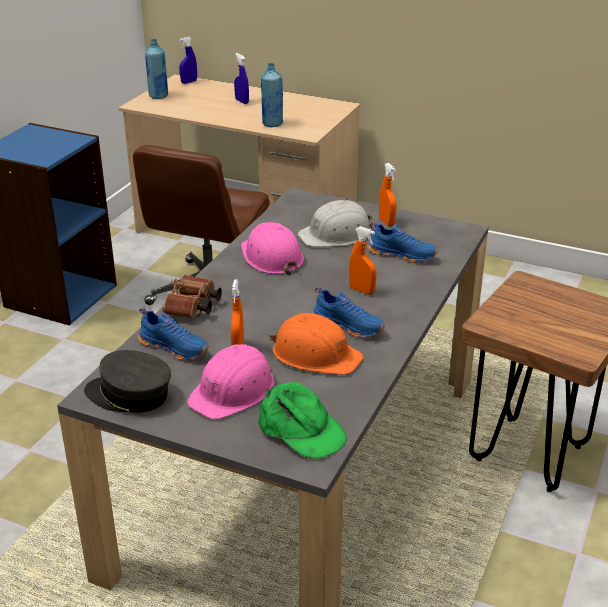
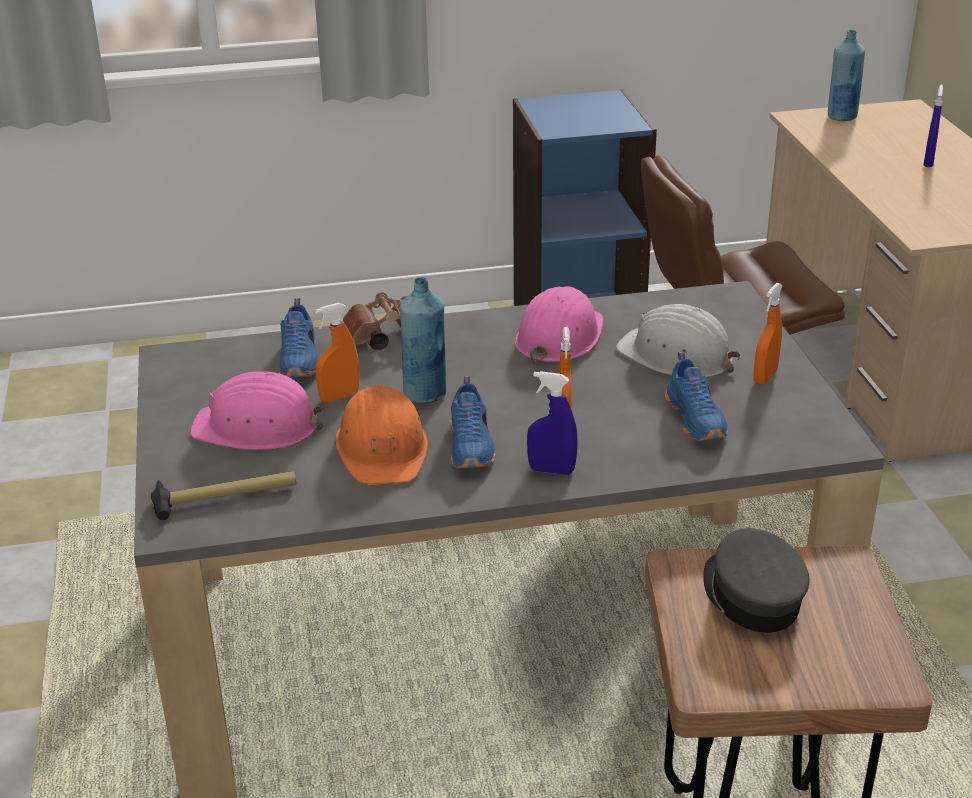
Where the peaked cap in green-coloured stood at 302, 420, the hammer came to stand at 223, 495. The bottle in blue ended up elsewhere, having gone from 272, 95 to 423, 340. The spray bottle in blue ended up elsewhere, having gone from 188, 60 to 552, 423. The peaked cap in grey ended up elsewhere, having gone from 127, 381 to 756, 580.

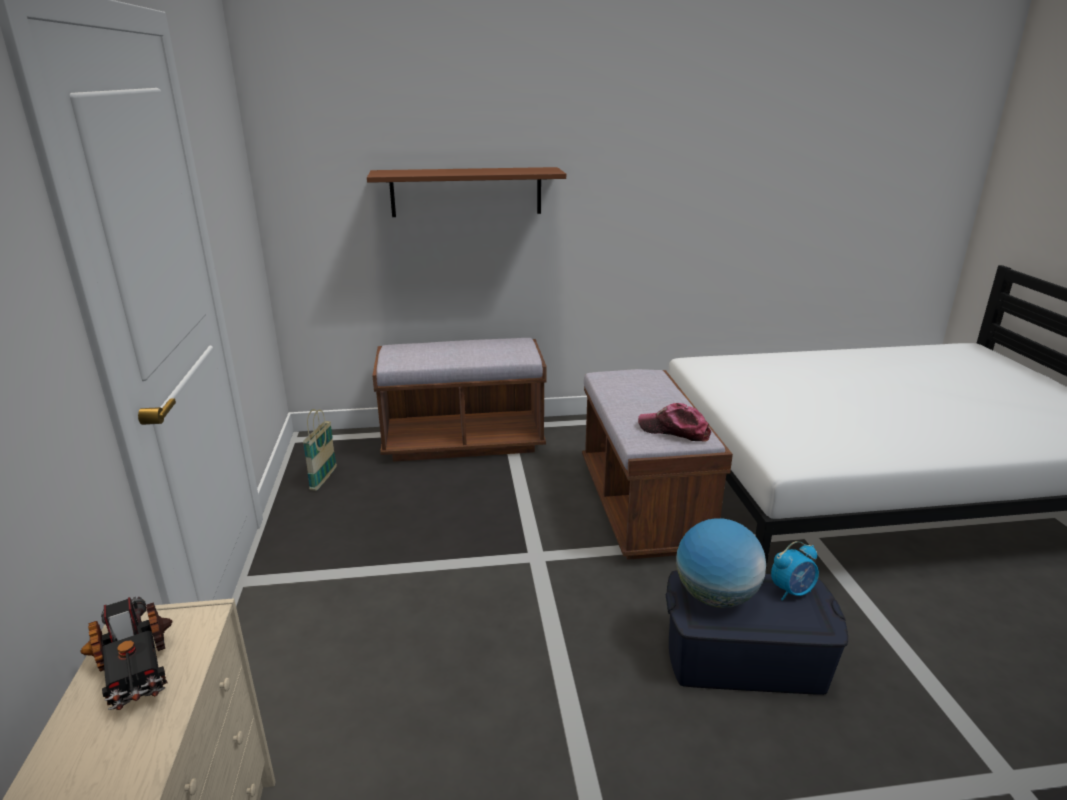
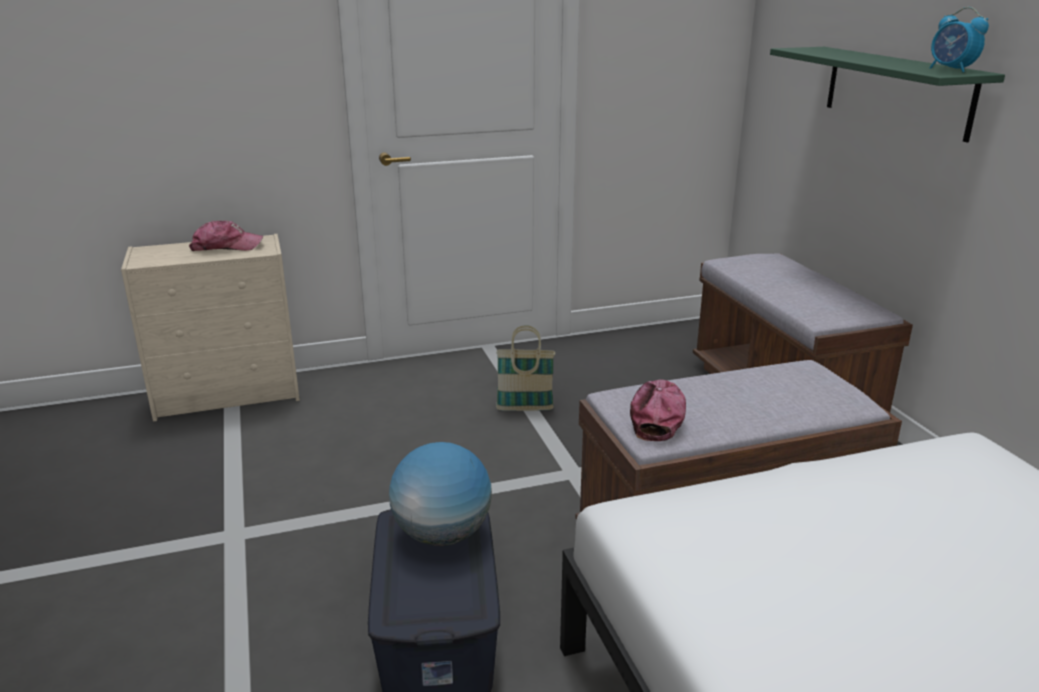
Where the model truck stood at 126, 653, the peaked cap came to stand at 226, 236. The storage basket ended up elsewhere, having gone from 320, 450 to 525, 368. What was the wall shelf in brownish at 466, 192 turned into the wall shelf in green-coloured at 887, 94. The alarm clock ended up elsewhere, having gone from 795, 571 to 959, 39.

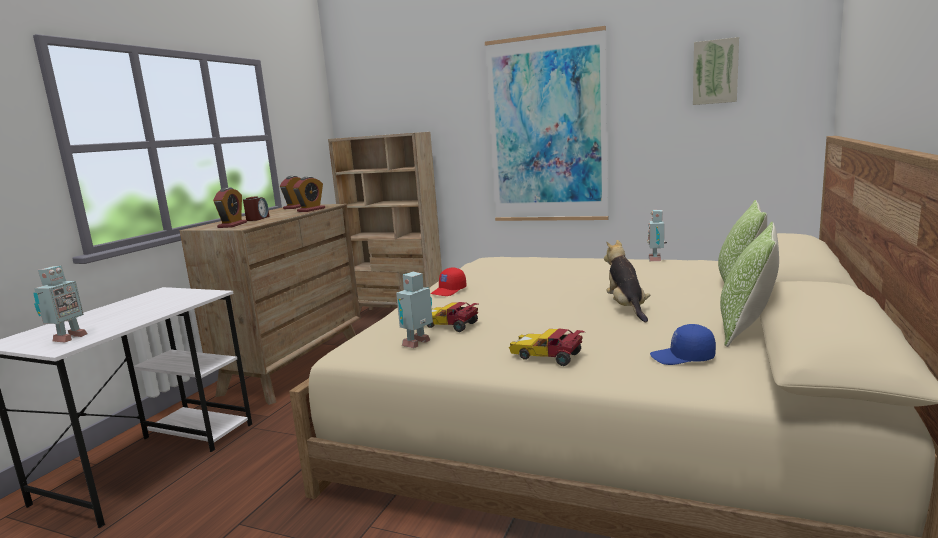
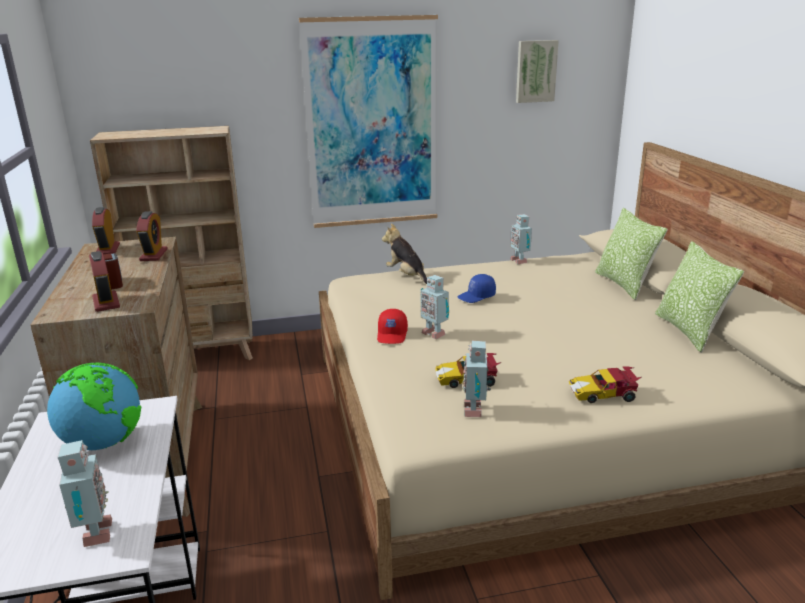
The second view gained the world globe at 94, 406. The cuddly toy ended up elsewhere, having gone from 627, 281 to 404, 253. The second view gained the model robot at 435, 307. The peaked cap in blue ended up elsewhere, having gone from 683, 344 to 477, 288.

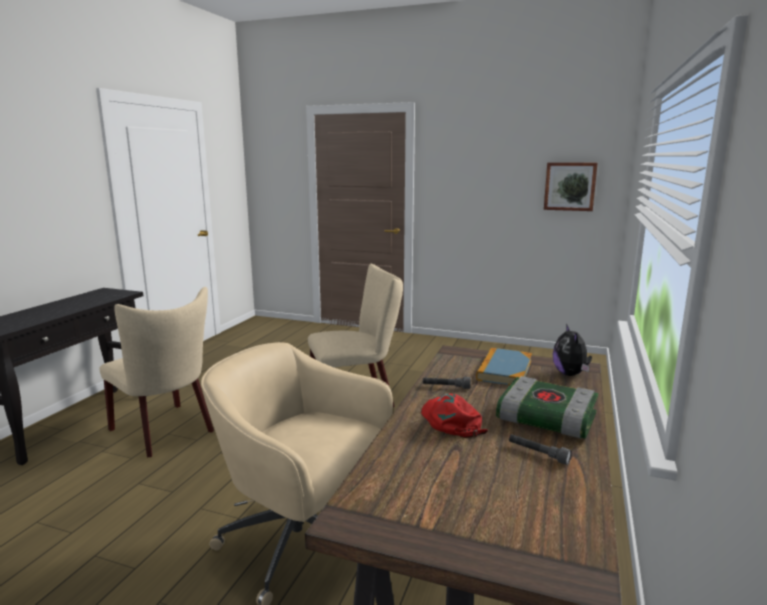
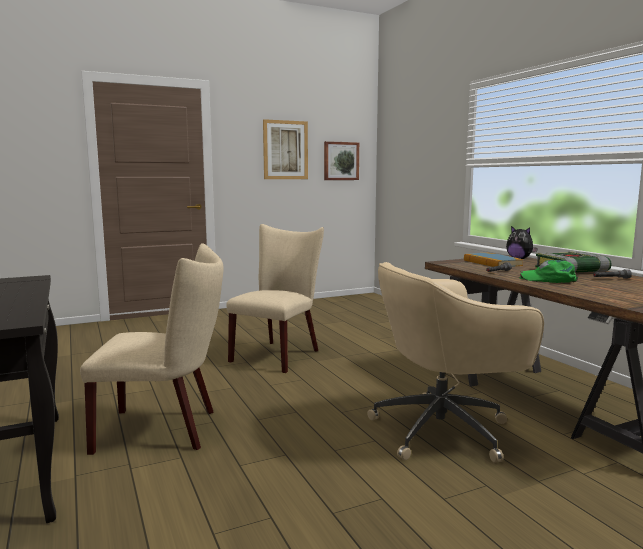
The second view gained the picture at 285, 149. What was the peaked cap in red at 454, 415 turned into the peaked cap in green-coloured at 549, 271.

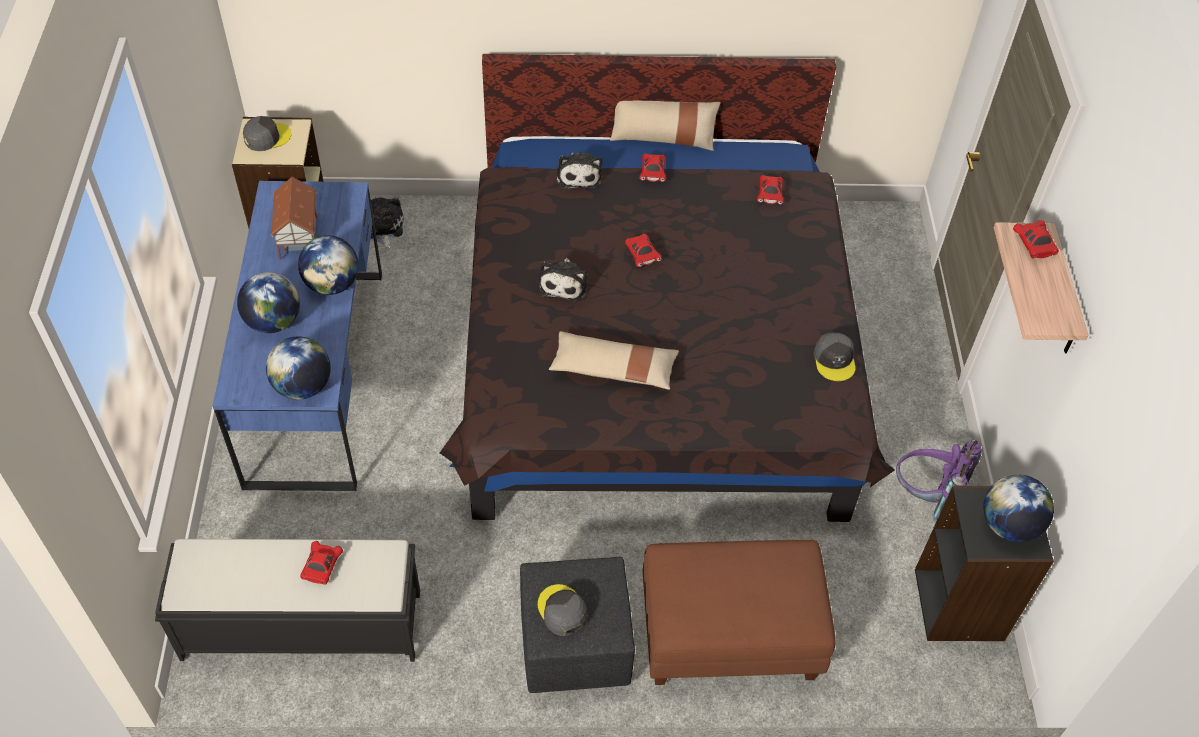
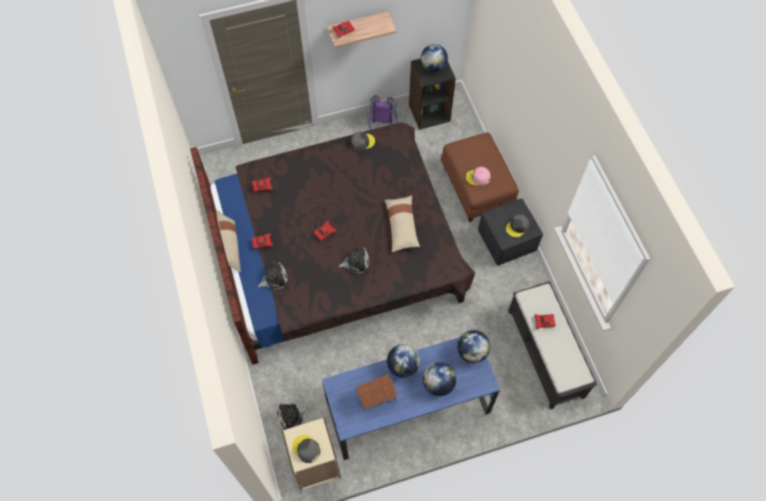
The second view gained the peaked cap in pink at 478, 176.

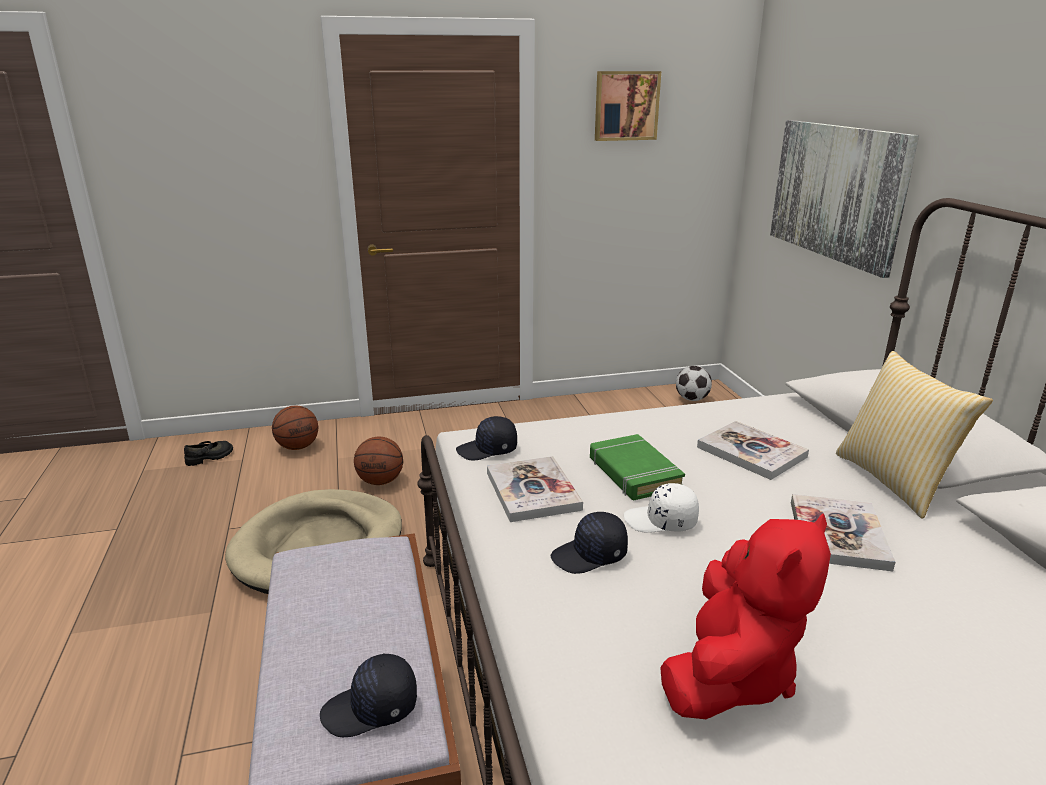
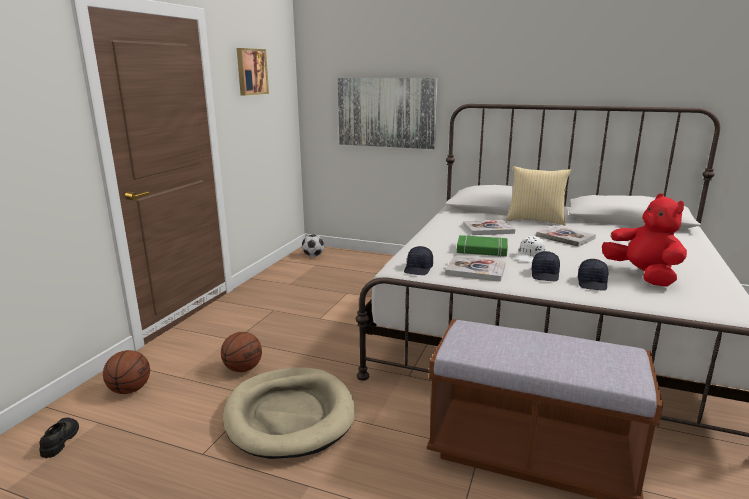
The peaked cap in black ended up elsewhere, having gone from 368, 695 to 593, 275.

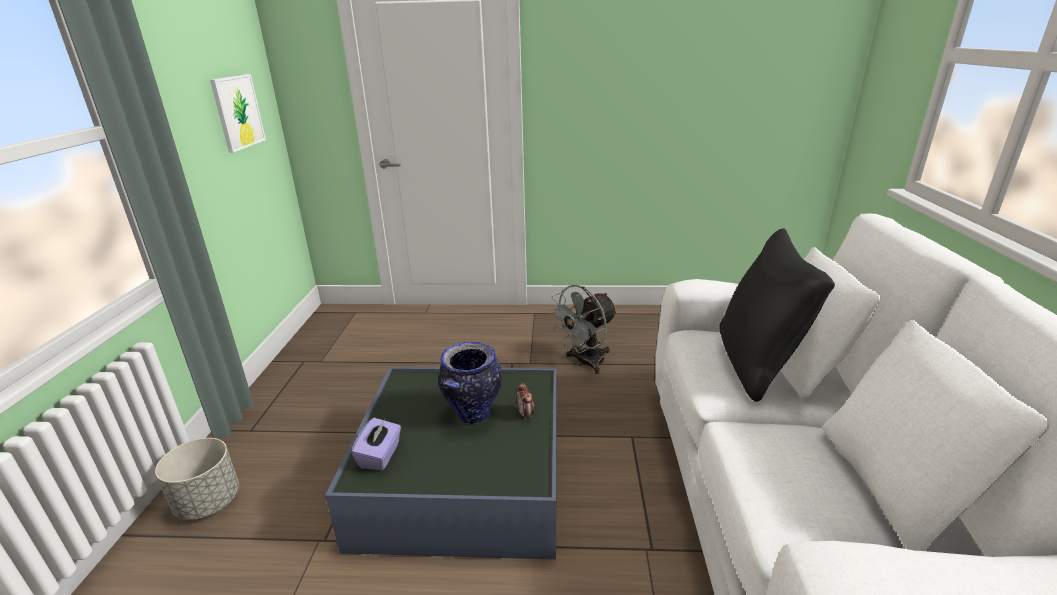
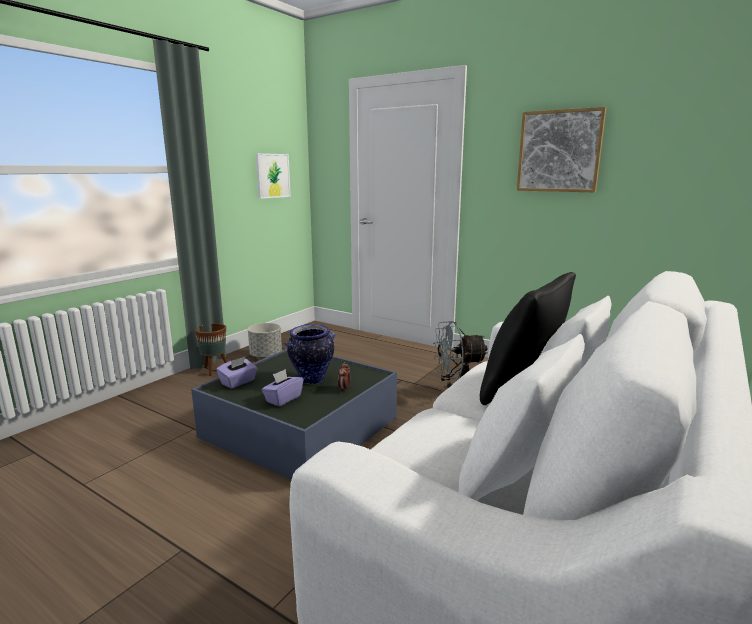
The second view gained the planter in brownish at 211, 349. The planter in grey ended up elsewhere, having gone from 197, 479 to 265, 341. The second view gained the tissue box in purple at 283, 387. The second view gained the picture at 561, 149.

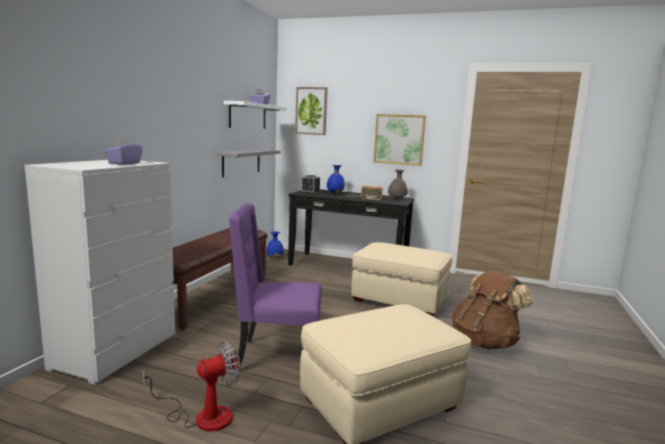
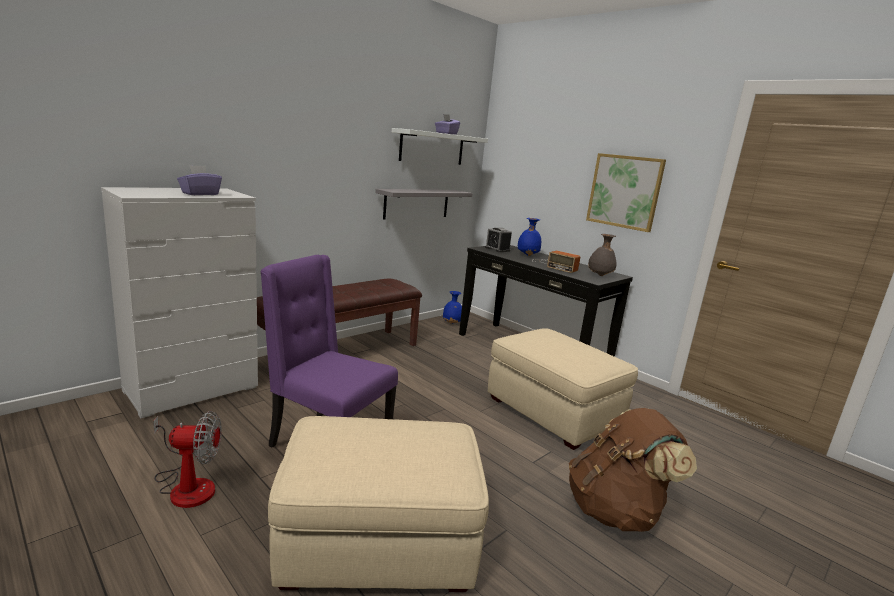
The second view lost the picture at 311, 111.

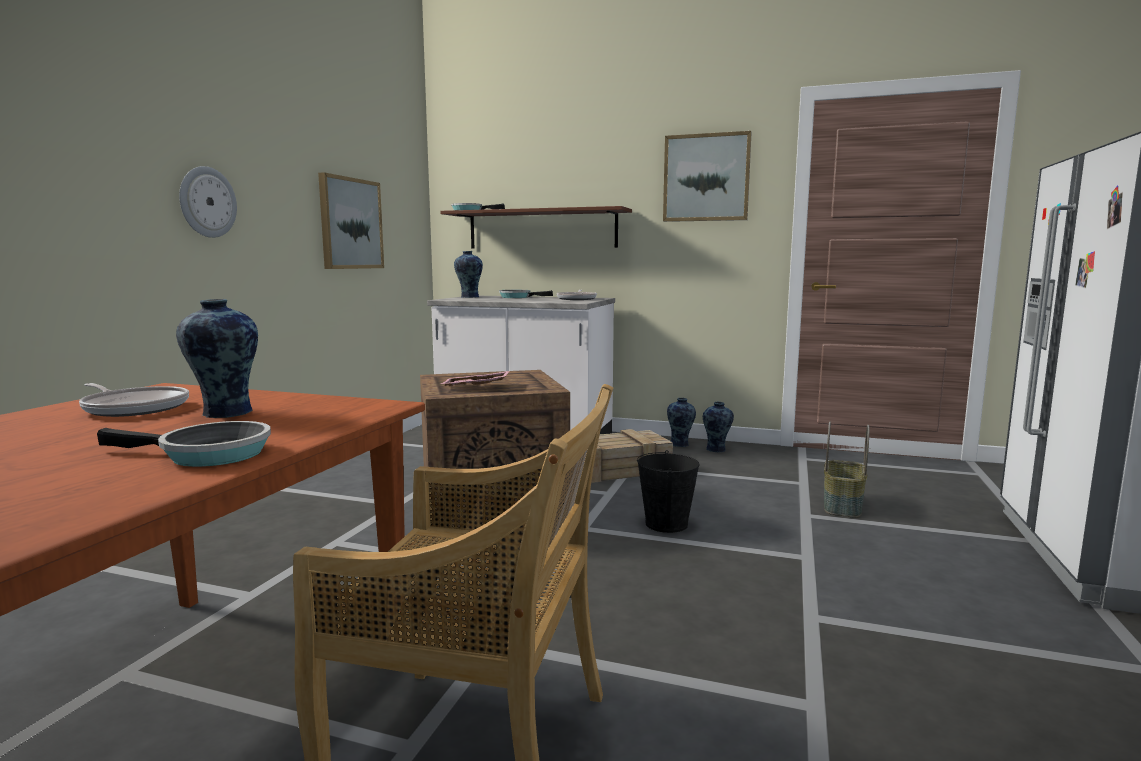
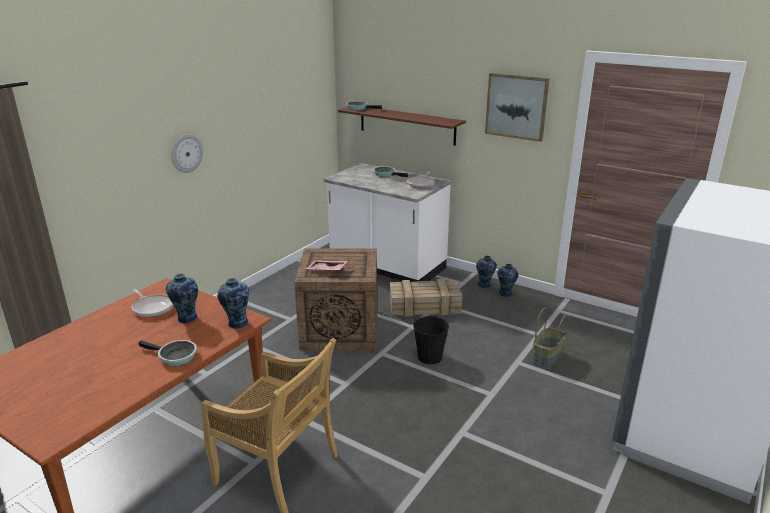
The flower vase ended up elsewhere, having gone from 468, 274 to 233, 303. The second view lost the picture at 351, 220.

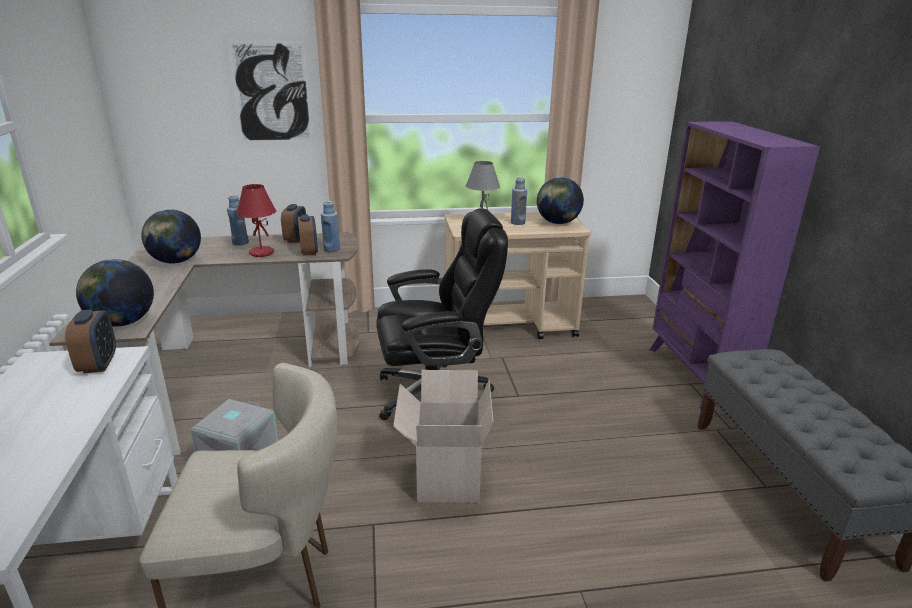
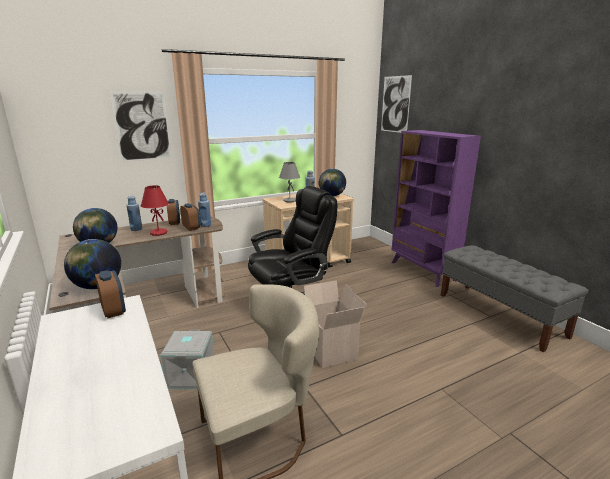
The second view gained the picture at 396, 104.

